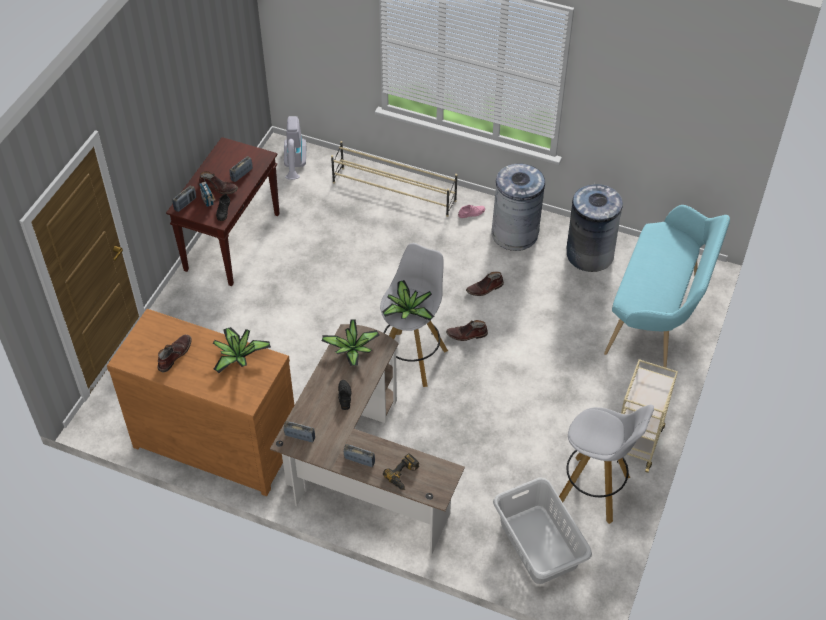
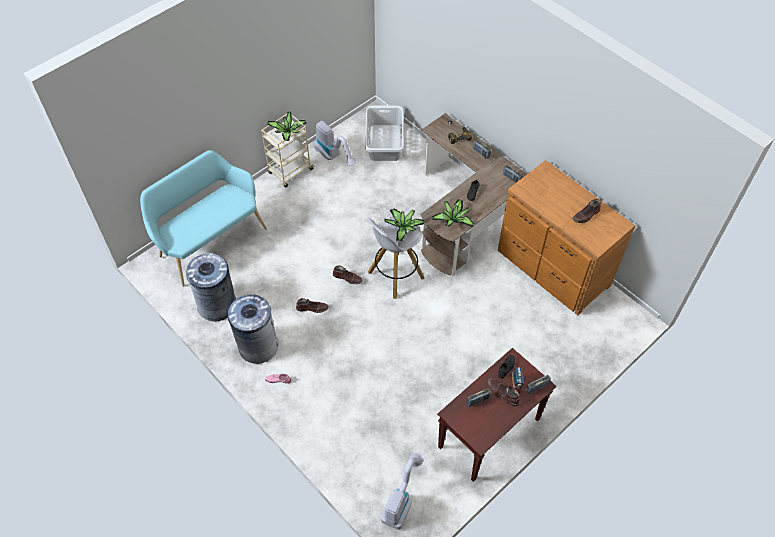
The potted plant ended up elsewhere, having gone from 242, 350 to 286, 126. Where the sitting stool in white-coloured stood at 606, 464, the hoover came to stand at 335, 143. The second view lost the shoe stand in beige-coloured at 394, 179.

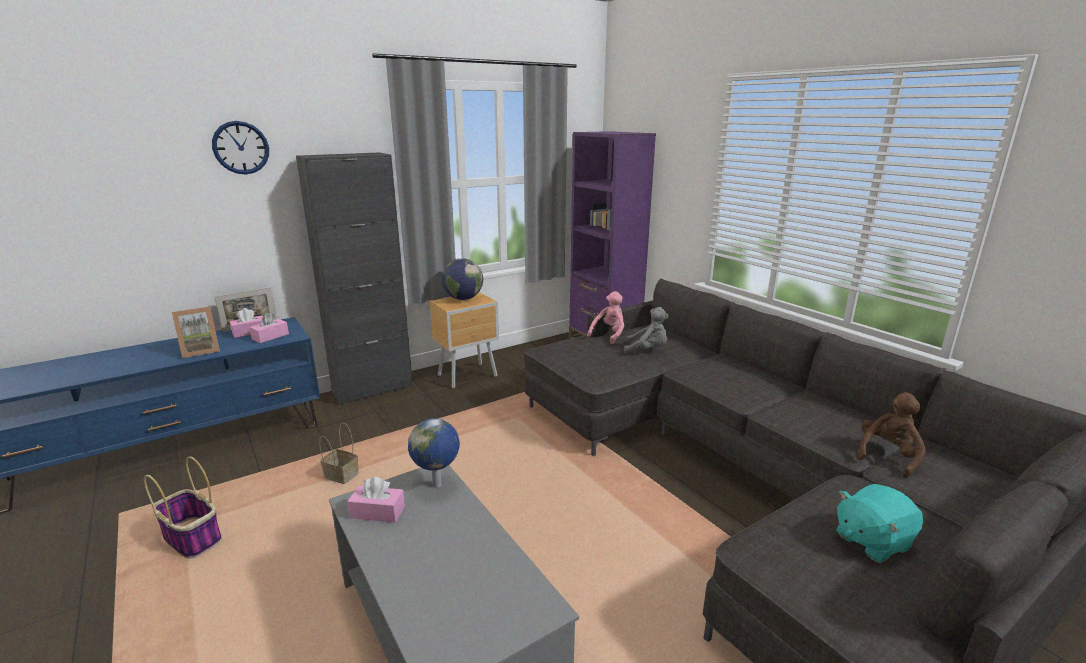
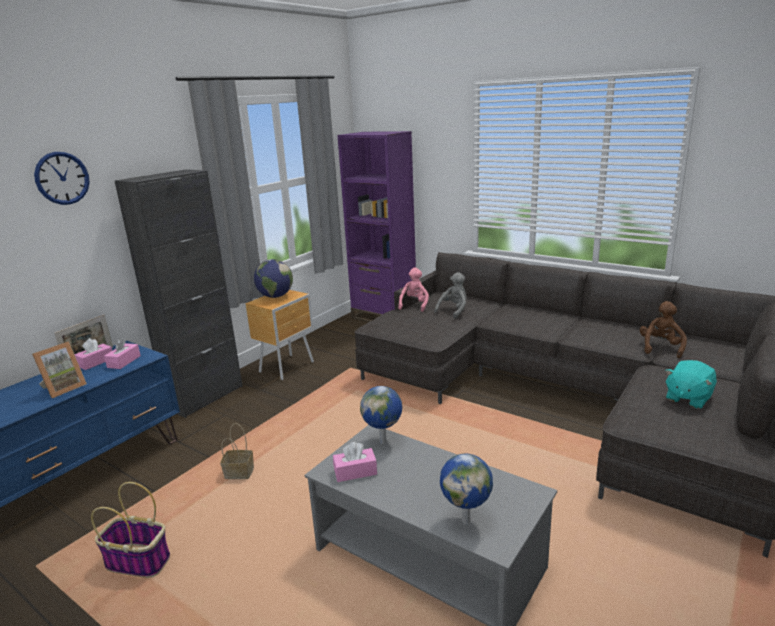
The cuddly toy in grey at 646, 330 ended up facing another way, 45 degrees counterclockwise from before. The second view gained the world globe at 466, 489.

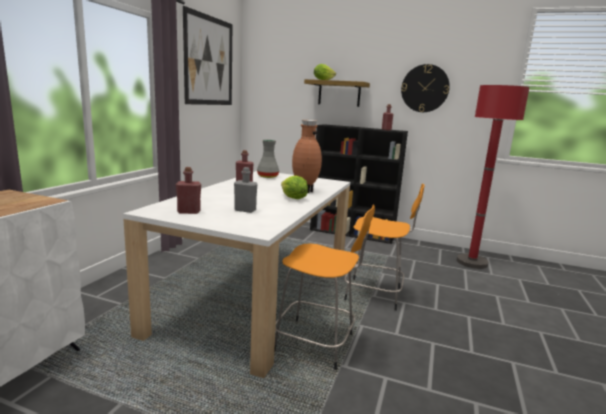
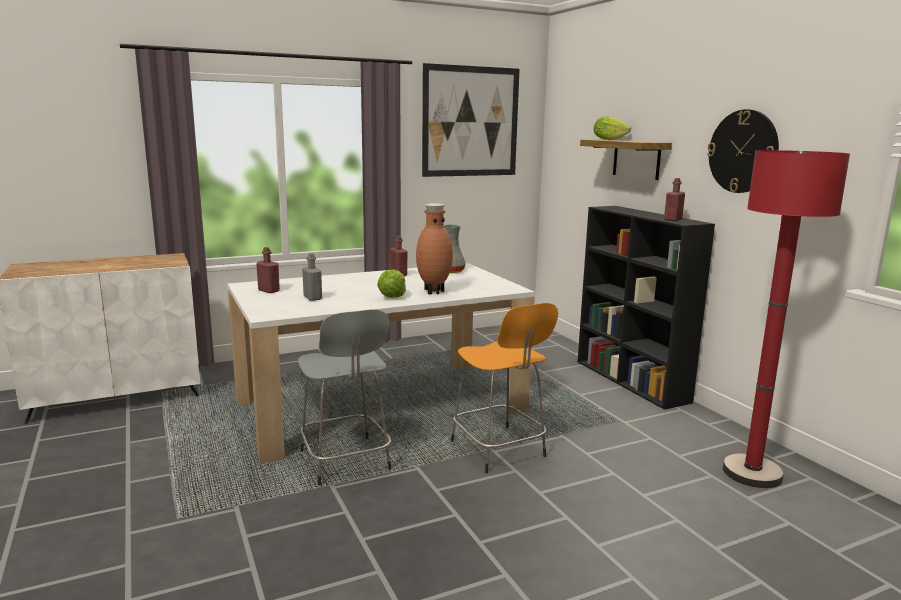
What was the sitting stool in orange at 324, 287 turned into the sitting stool in grey at 344, 397.

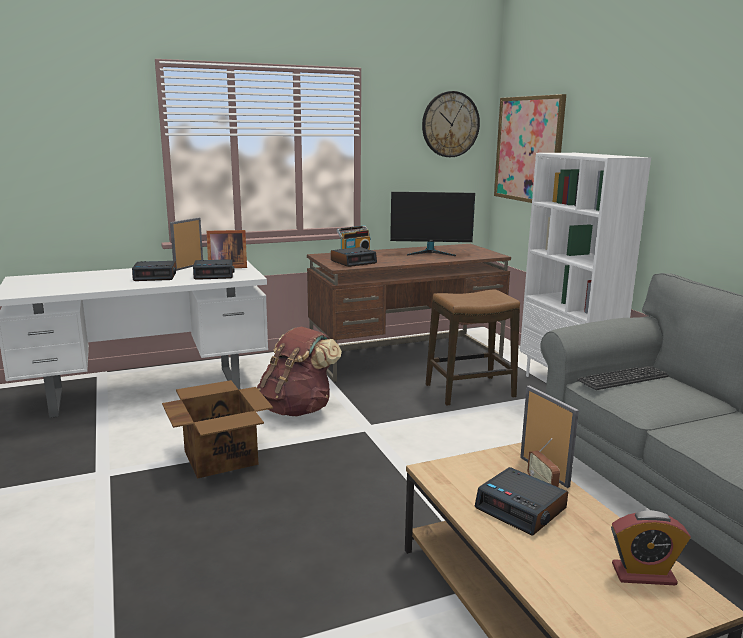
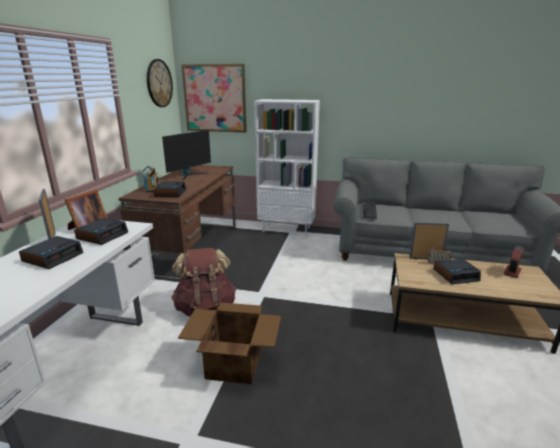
The second view lost the sitting stool at 473, 347.

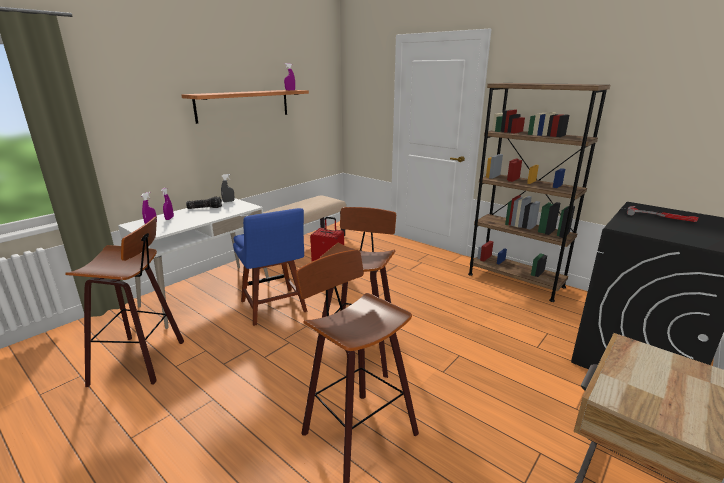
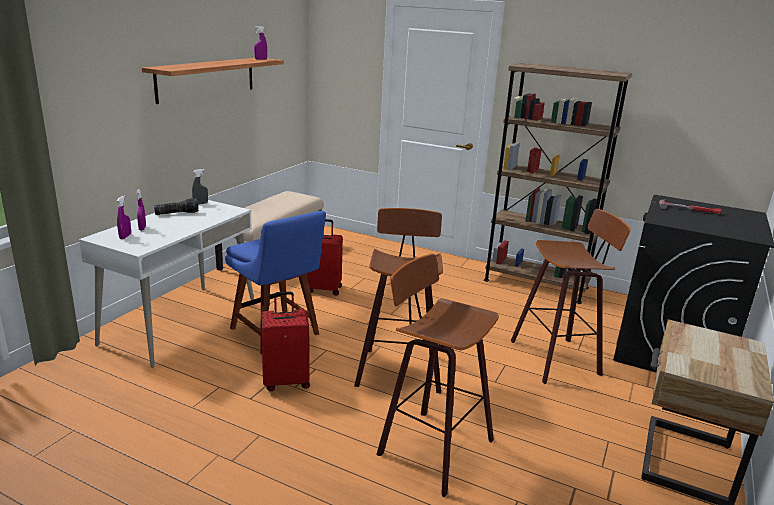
The second view gained the travel case in red at 285, 341. The sitting stool ended up elsewhere, having gone from 124, 302 to 571, 296.

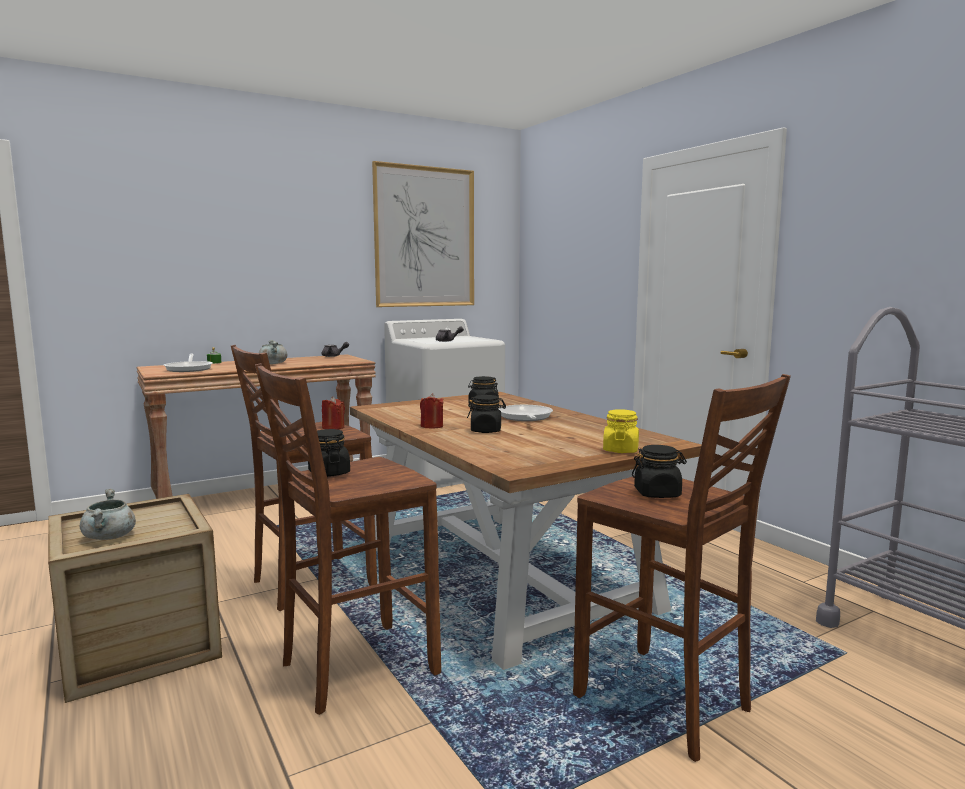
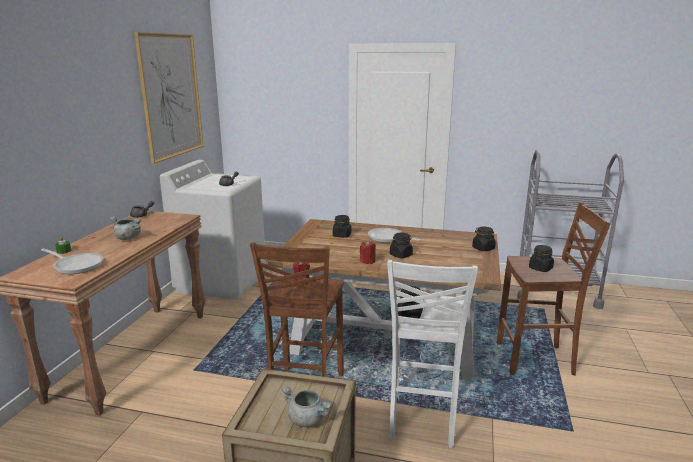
What was the sitting stool in brownish at 348, 539 turned into the sitting stool in white-coloured at 432, 354. What was the preserve jar in yellow-coloured at 621, 431 turned into the preserve jar in black at 484, 239.

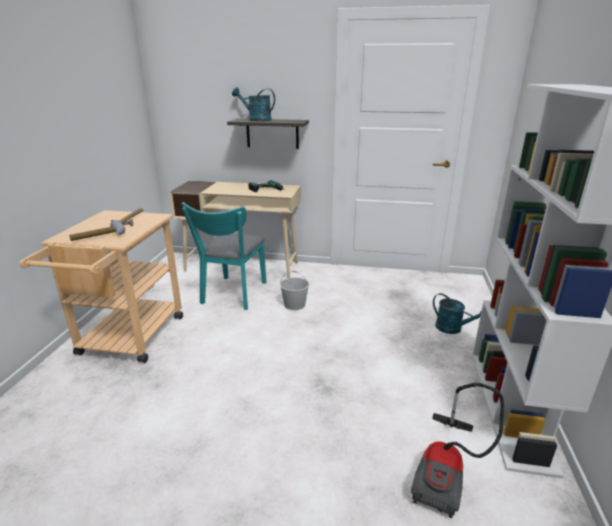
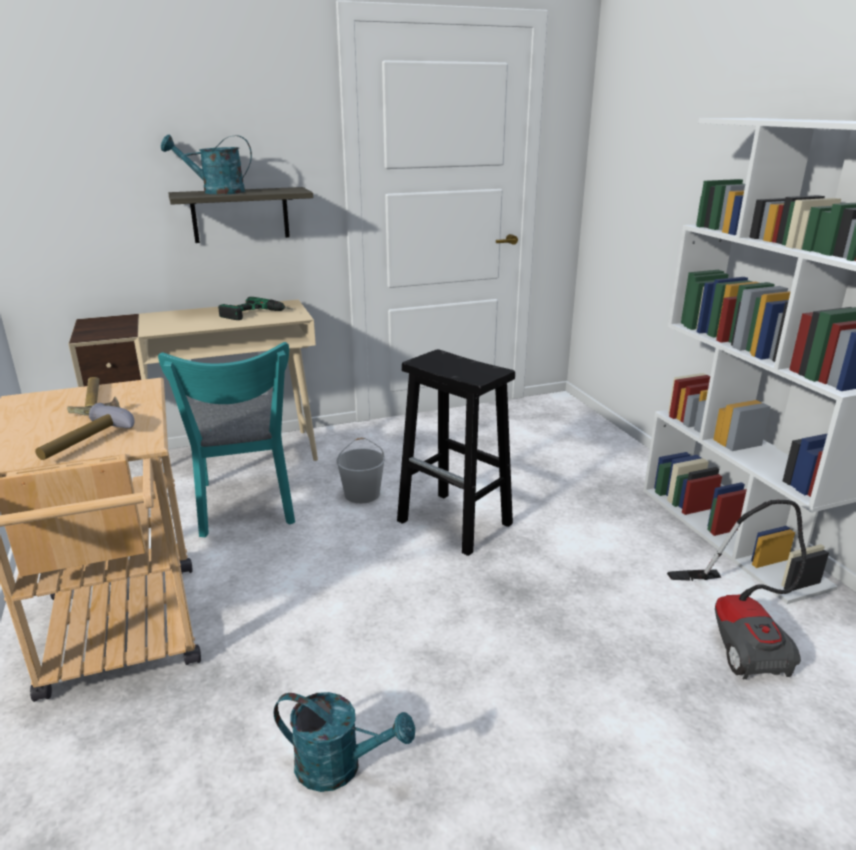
The watering pot in blue-green ended up elsewhere, having gone from 457, 313 to 344, 742. The second view gained the sitting stool in black at 456, 452.

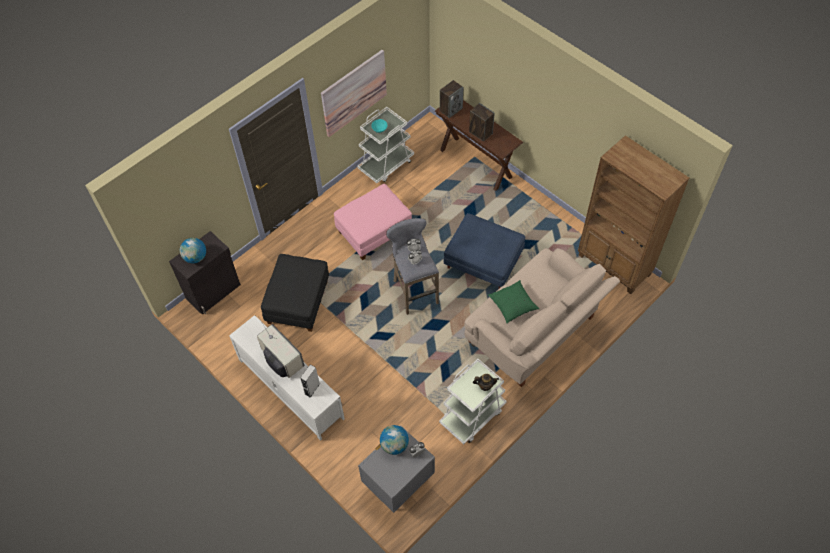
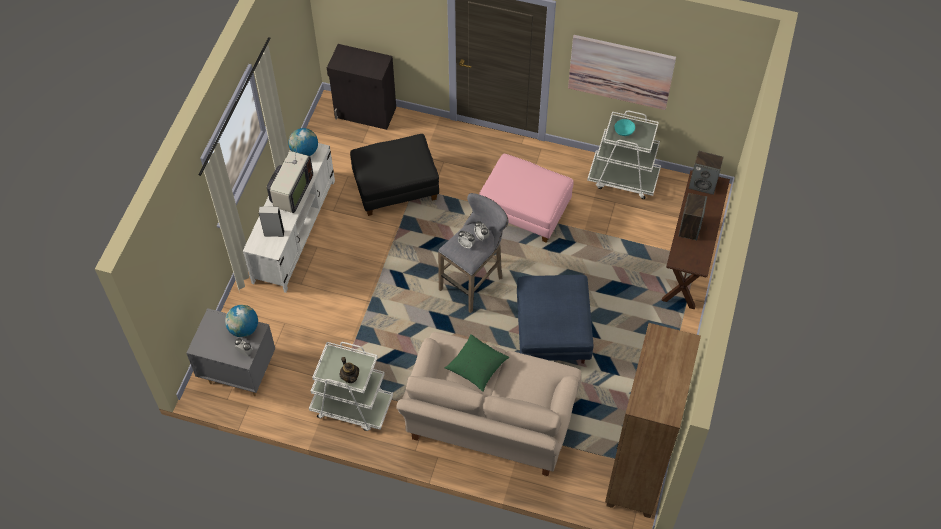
The world globe ended up elsewhere, having gone from 193, 251 to 303, 142.

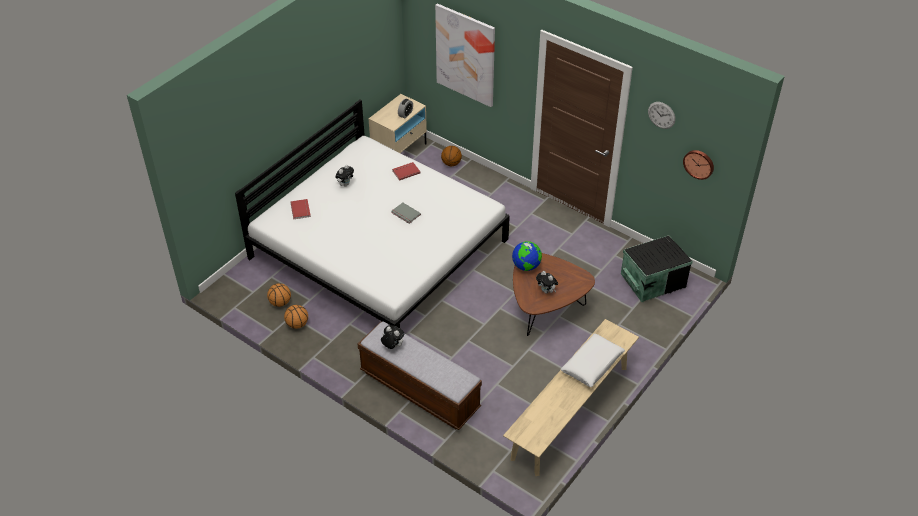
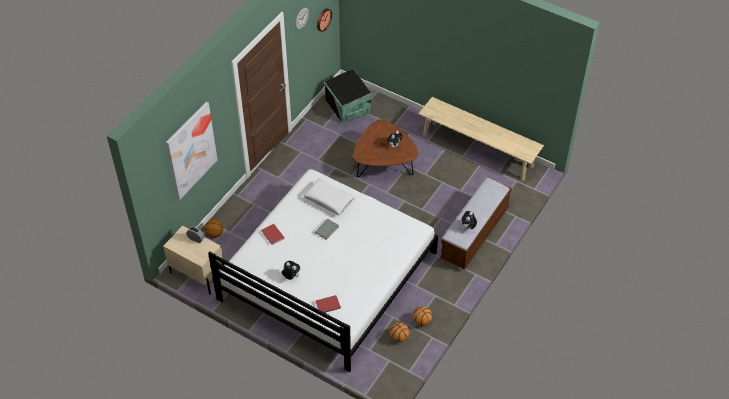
The pillow in white-coloured ended up elsewhere, having gone from 593, 360 to 329, 197. The second view lost the world globe at 527, 256.

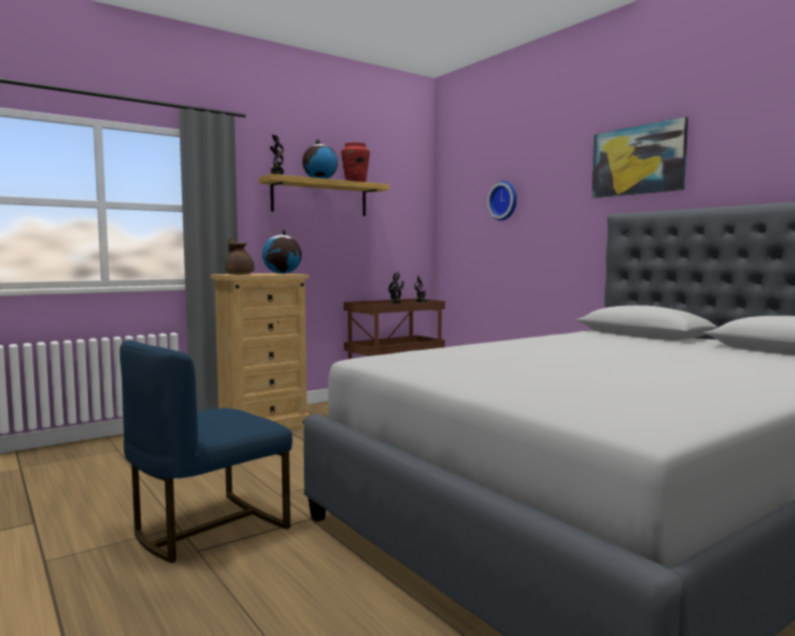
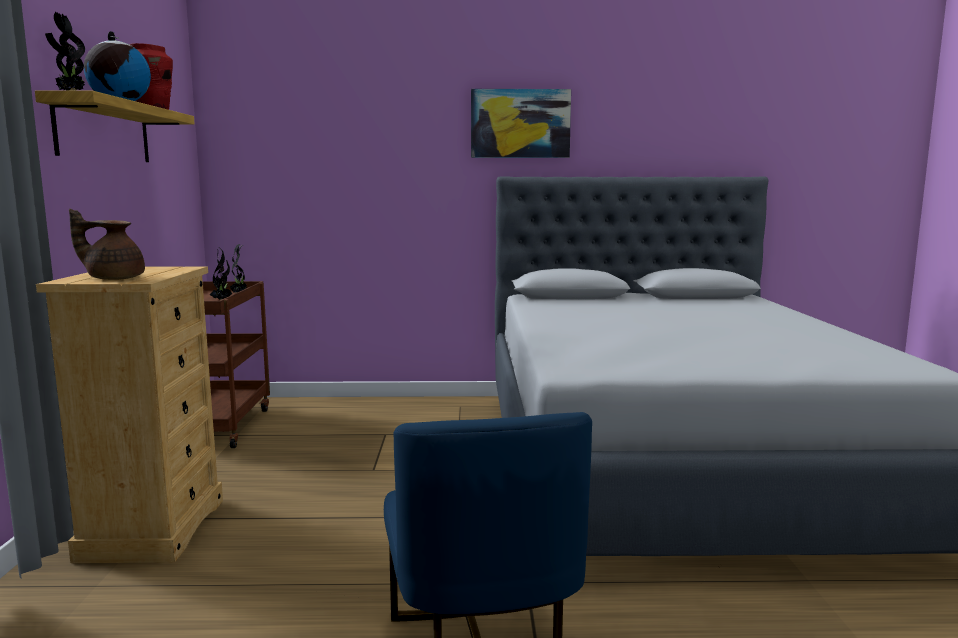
The second view lost the world globe at 282, 251. The second view lost the clock on the wall at 502, 201.

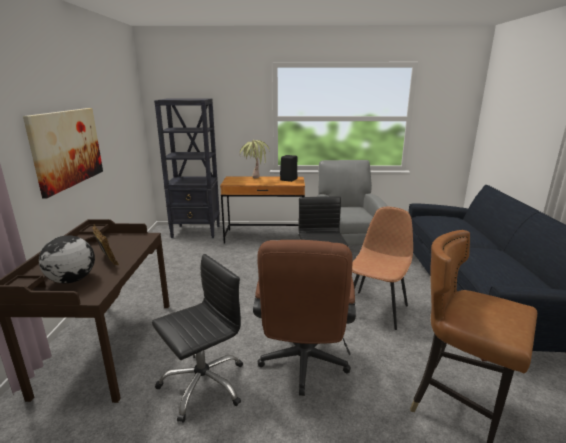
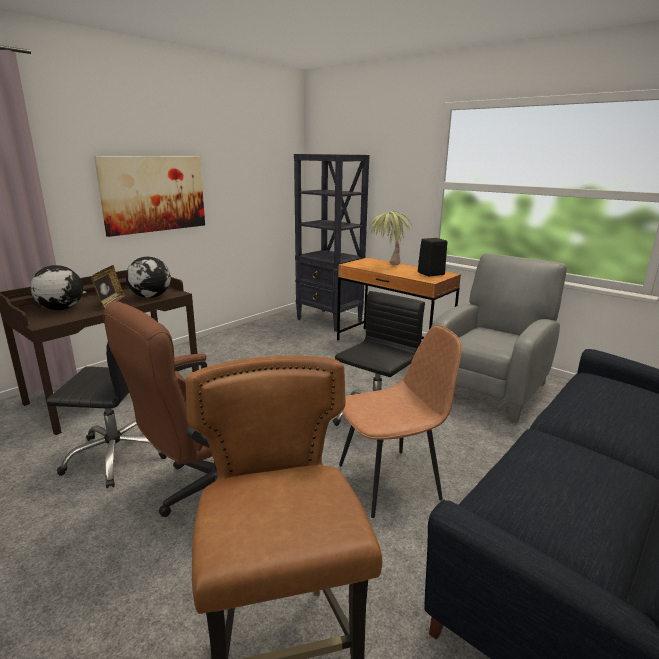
The second view gained the world globe at 148, 277.

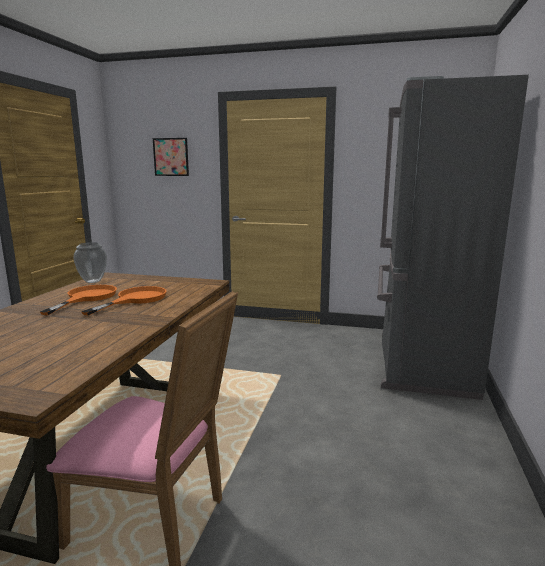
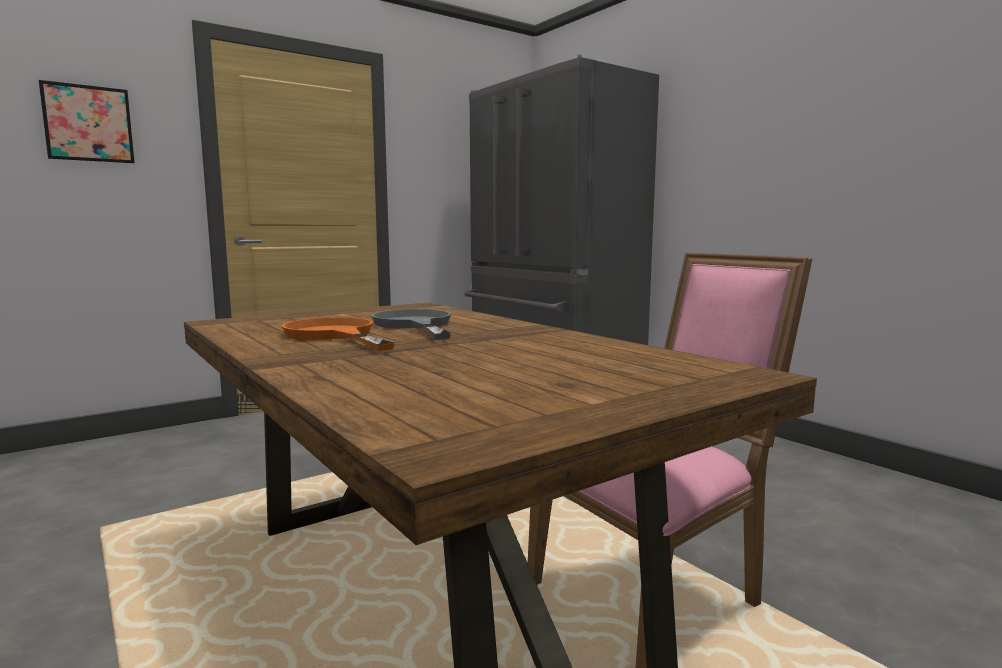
What was the frying pan in orange at 124, 300 turned into the frying pan in grey at 411, 324. The second view lost the flower vase at 90, 262.

